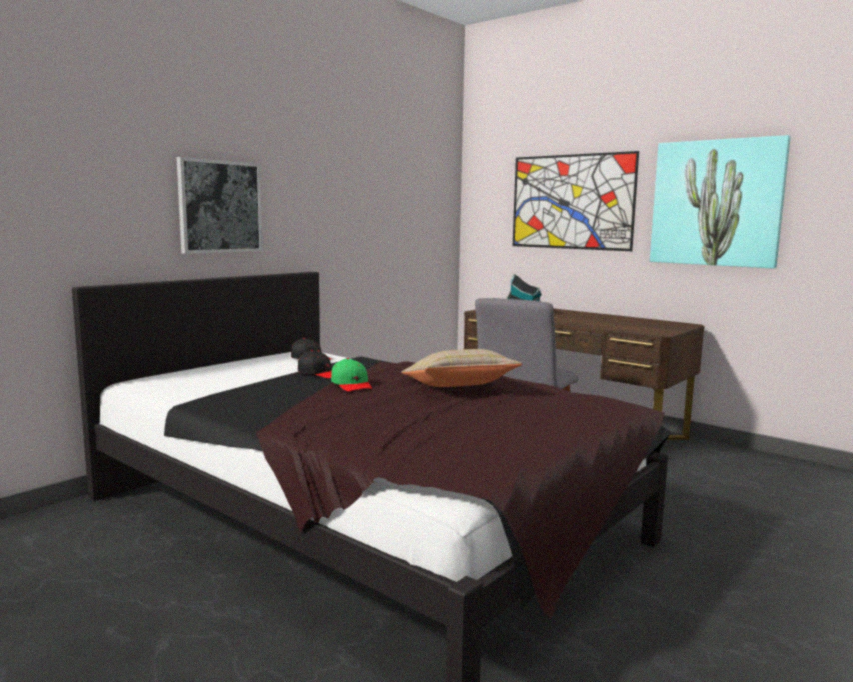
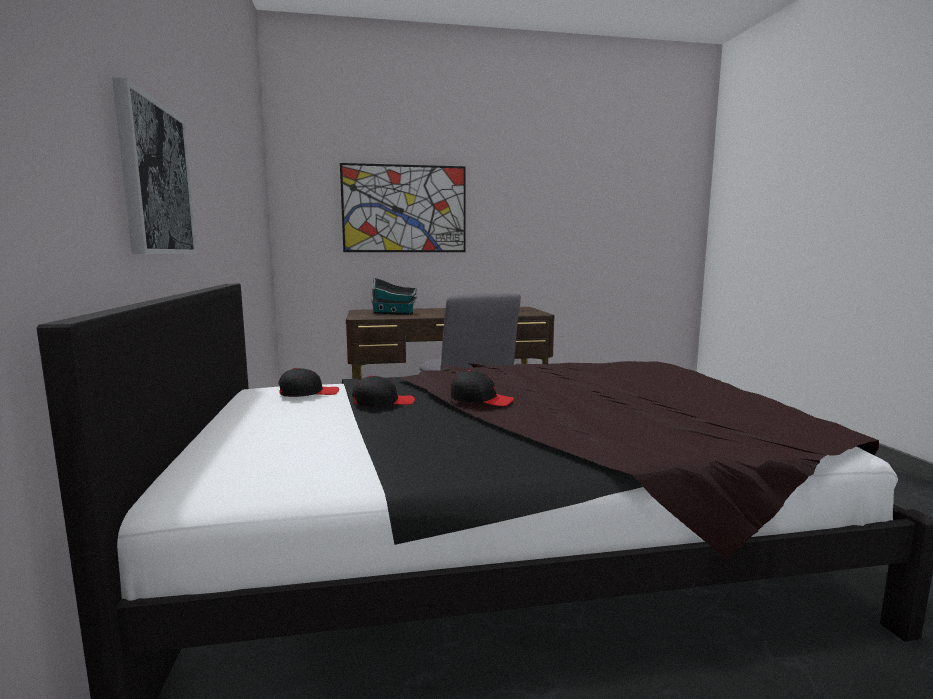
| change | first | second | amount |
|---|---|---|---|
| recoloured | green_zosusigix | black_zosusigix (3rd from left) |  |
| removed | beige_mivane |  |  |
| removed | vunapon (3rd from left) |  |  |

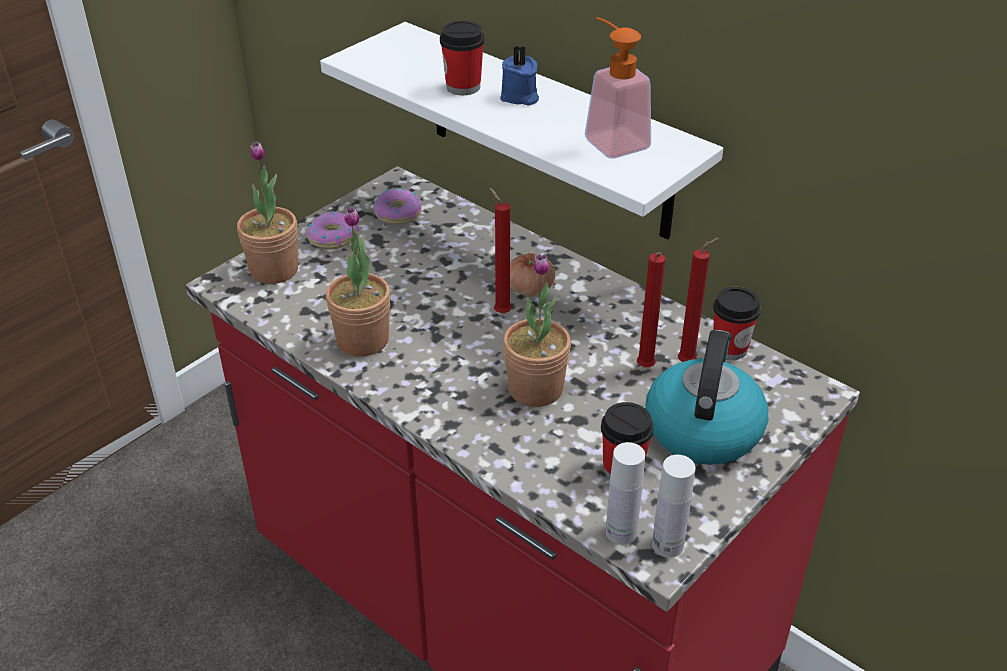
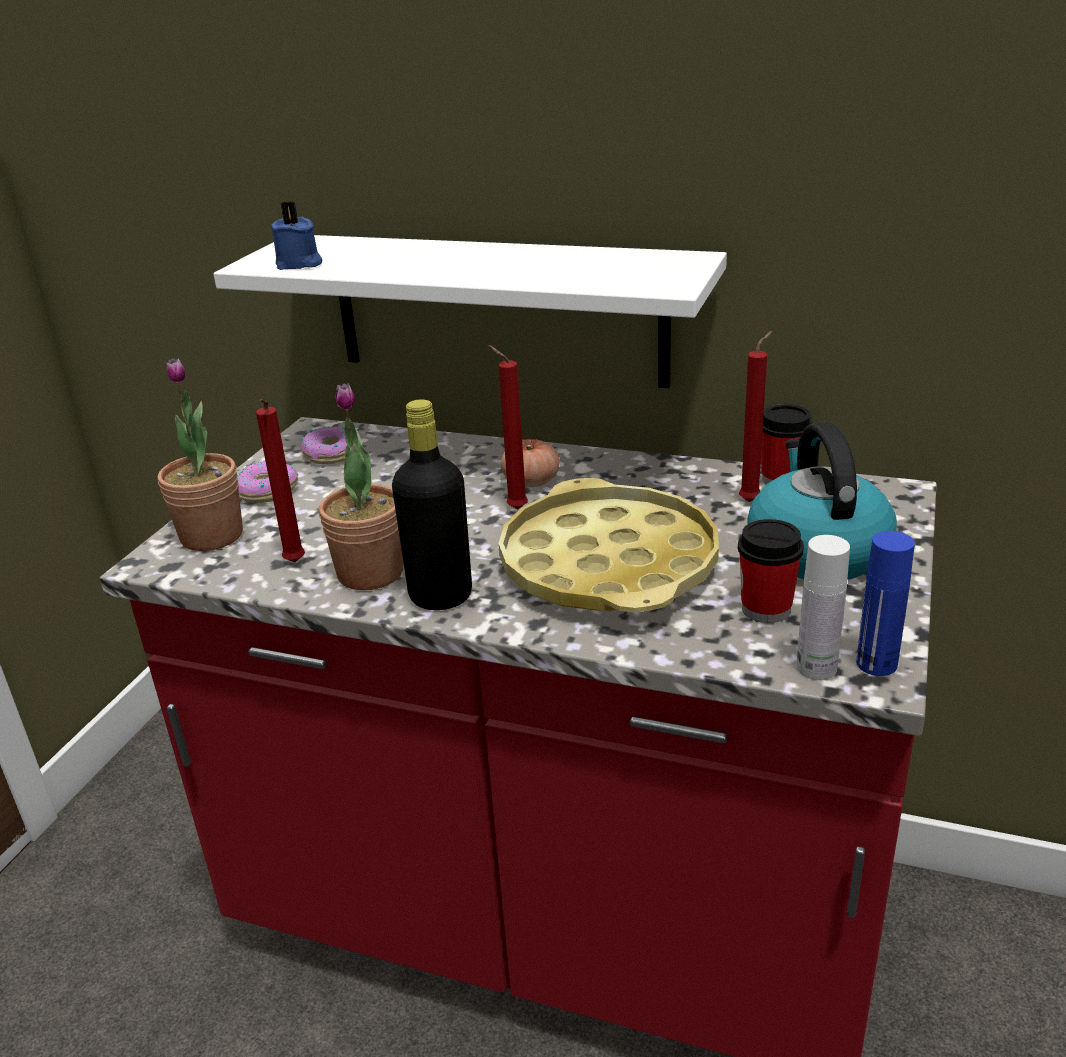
| change | first | second | amount |
|---|---|---|---|
| moved | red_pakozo (2nd from left in the first image) | red_pakozo (1st from left) |  |
| moved | blue_pakozo |  |  |
| added |  | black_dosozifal |  |
| replaced | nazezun (3rd from left) | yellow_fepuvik |  |
| recoloured | white_dosozifal (2nd from left) | blue_dosozifal |  |
| removed | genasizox (1st from left) |  |  |
| removed | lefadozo |  |  |

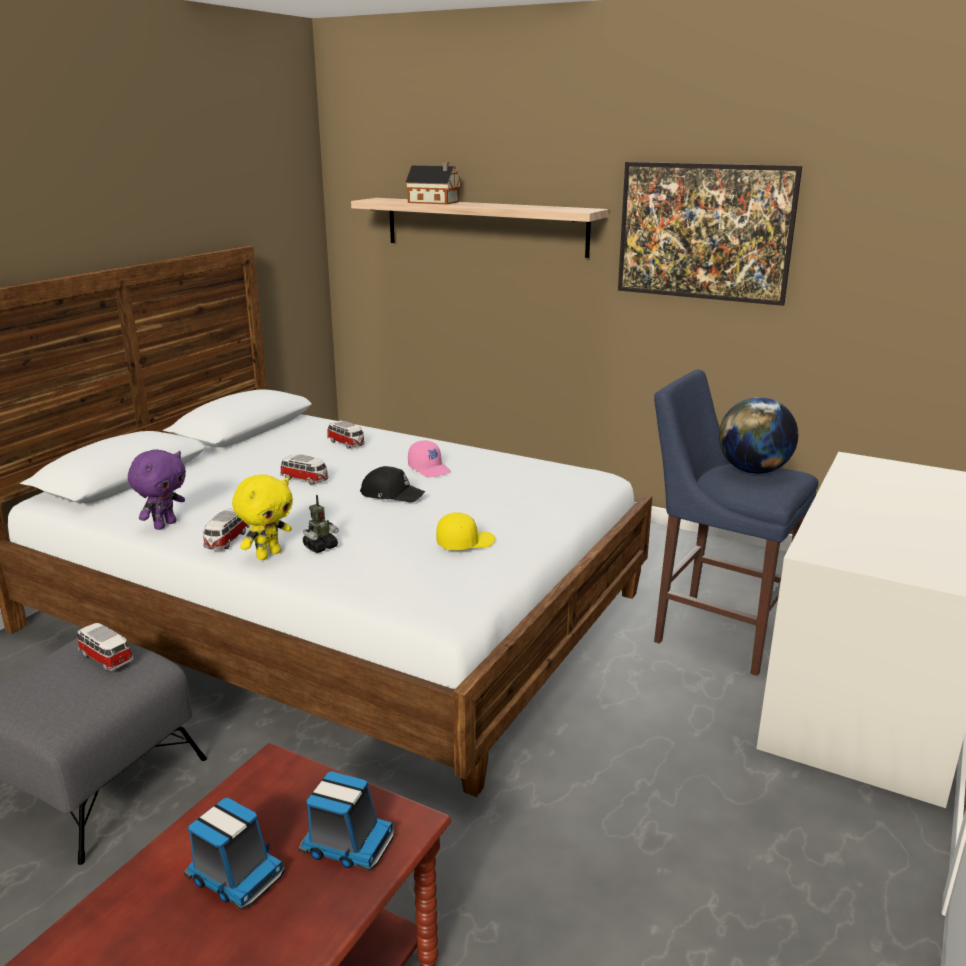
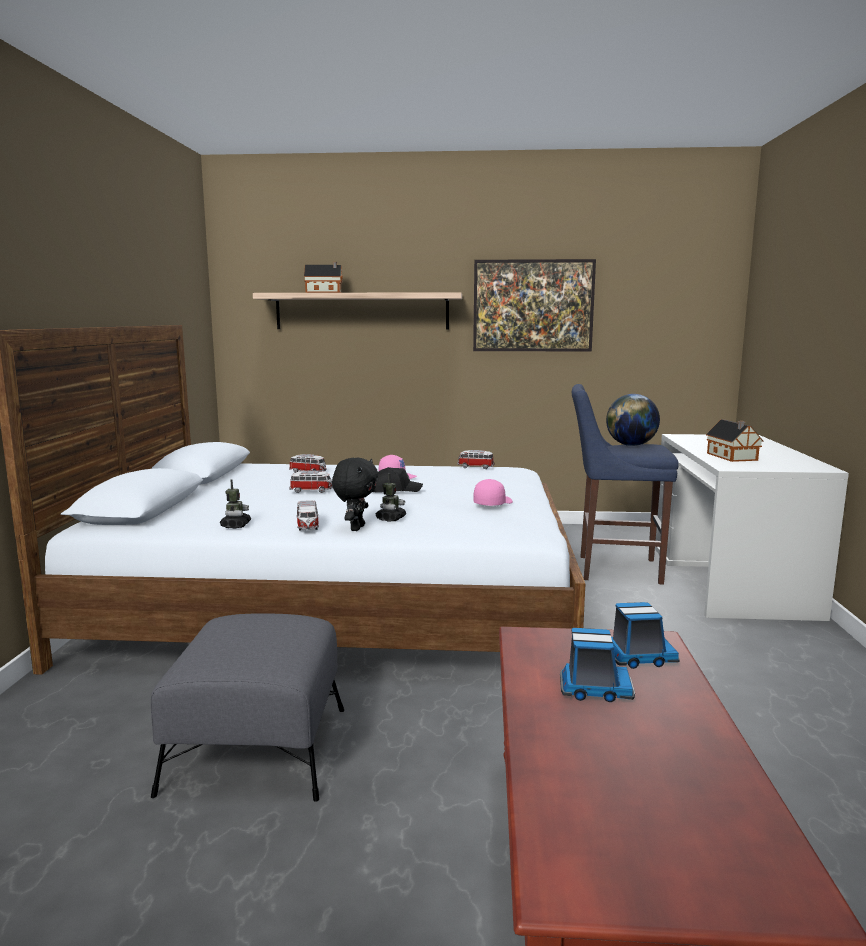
| change | first | second | amount |
|---|---|---|---|
| replaced | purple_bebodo | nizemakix (1st from left) |  |
| recoloured | yellow_bebodo | black_bebodo |  |
| moved | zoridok (1st from left in the first image) | zoridok (4th from left) |  |
| recoloured | yellow_zosusigix | pink_zosusigix (2nd from left) |  |
| added |  | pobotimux (2nd from left) |  |

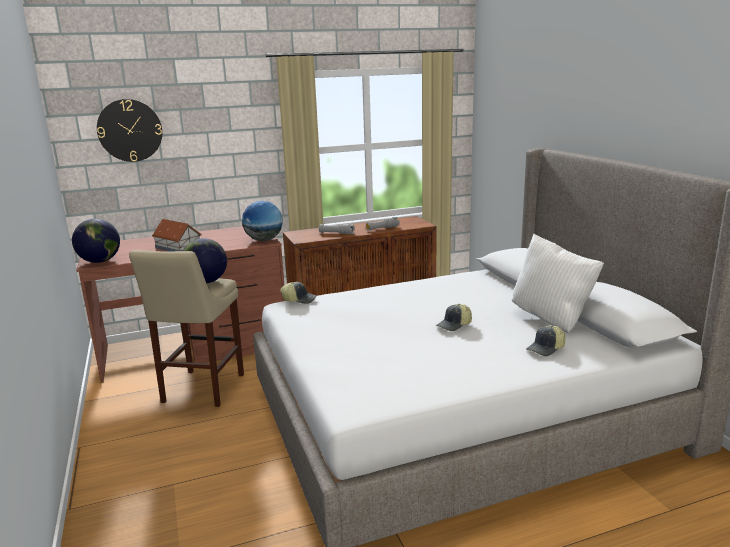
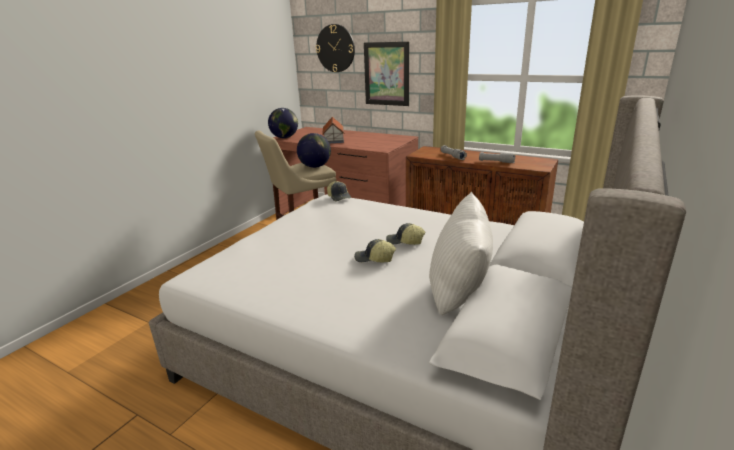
| change | first | second | amount |
|---|---|---|---|
| added |  | vunapon |  |
| moved | zosusigix (3rd from left) |  |  |
| removed | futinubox (3rd from left) |  |  |

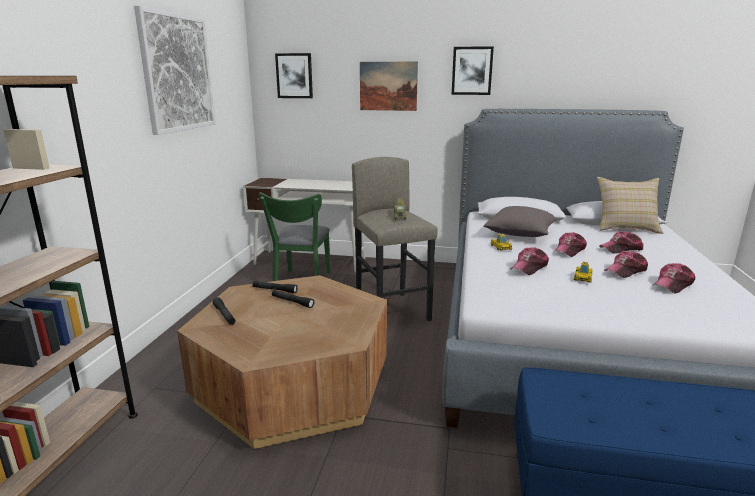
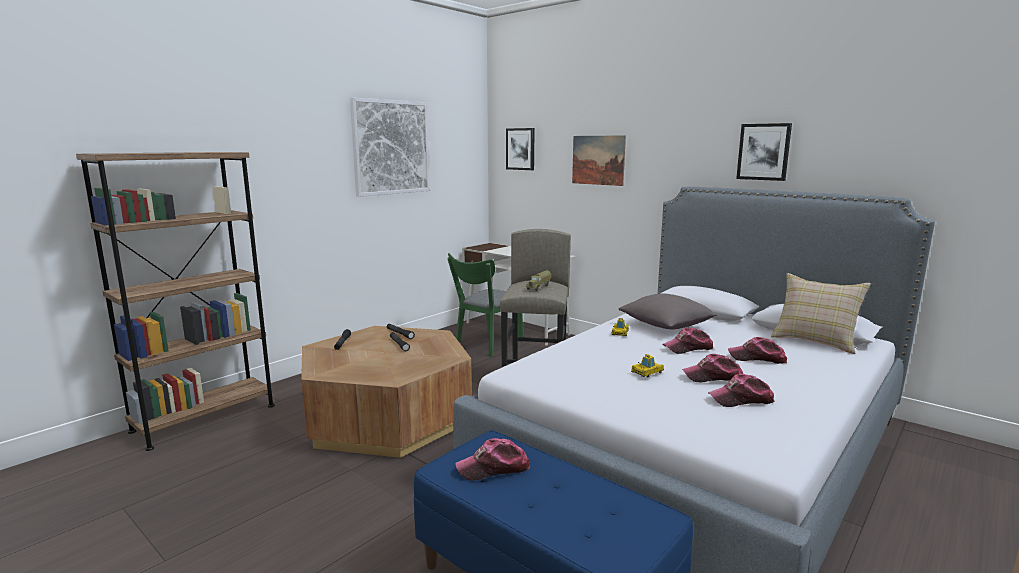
| change | first | second | amount |
|---|---|---|---|
| moved | zosusigix (1st from left) |  |  |
| moved | vunapon (4th from left) |  |  |

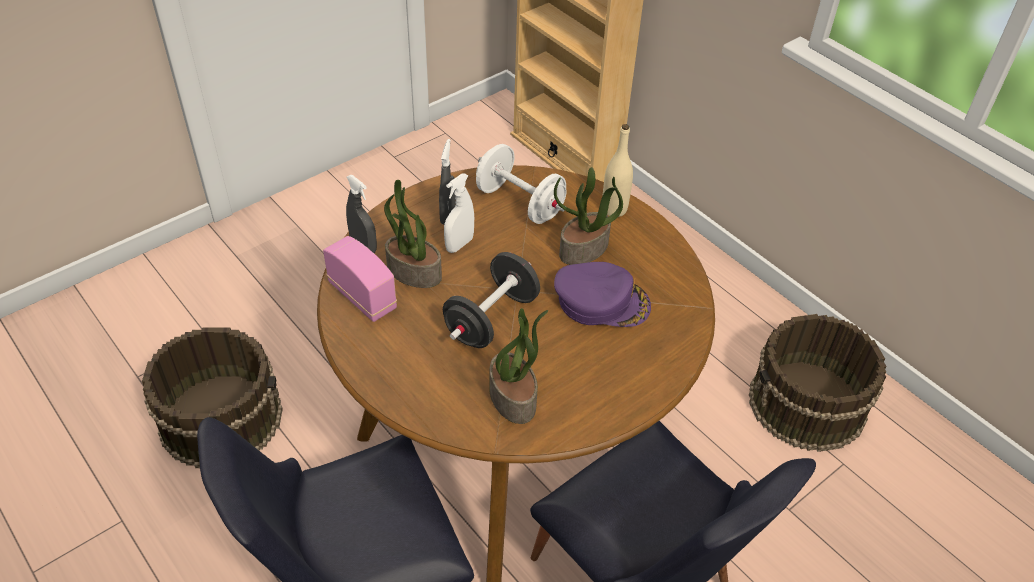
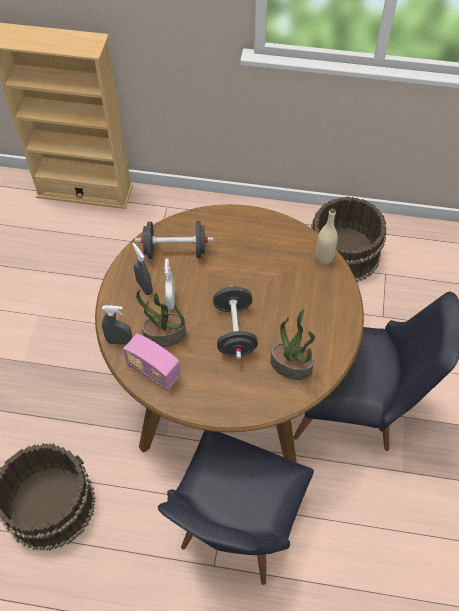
| change | first | second | amount |
|---|---|---|---|
| turned | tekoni |  | 150 degrees counterclockwise |
| recoloured | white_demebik | black_demebik (1st from left) |  |
| moved | beige_dosozifal |  |  |
| removed | nazezun (3rd from left) |  |  |
| removed | purple_zosusigix |  |  |

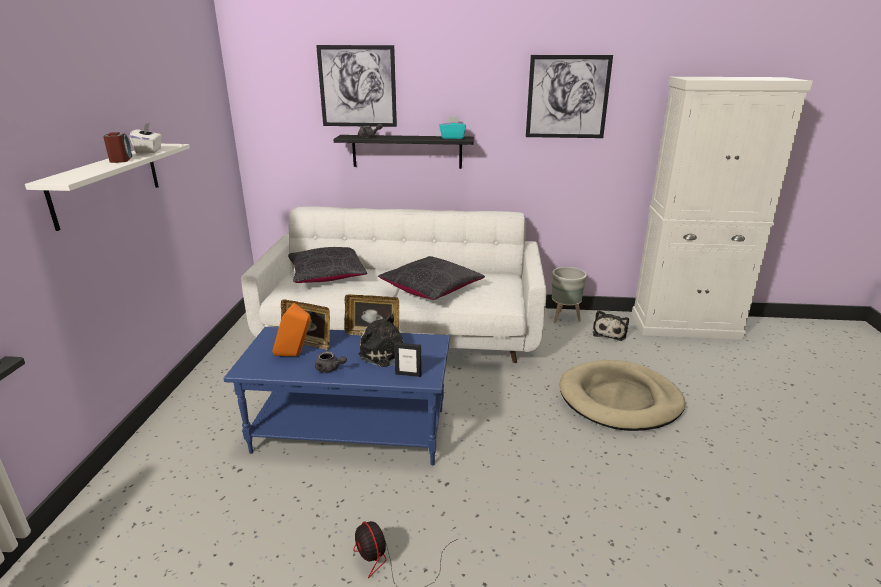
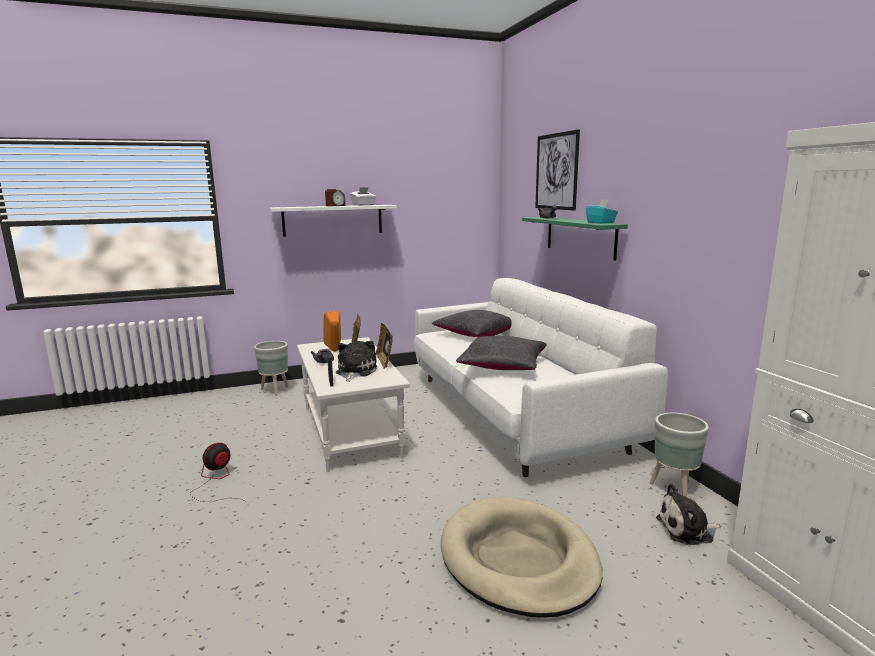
| change | first | second | amount |
|---|---|---|---|
| added |  | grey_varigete (1st from left) |  |
| recoloured | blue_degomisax | white_degomisax |  |
| recoloured | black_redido | green_redido |  |
| removed | vunapon (2nd from left) |  |  |

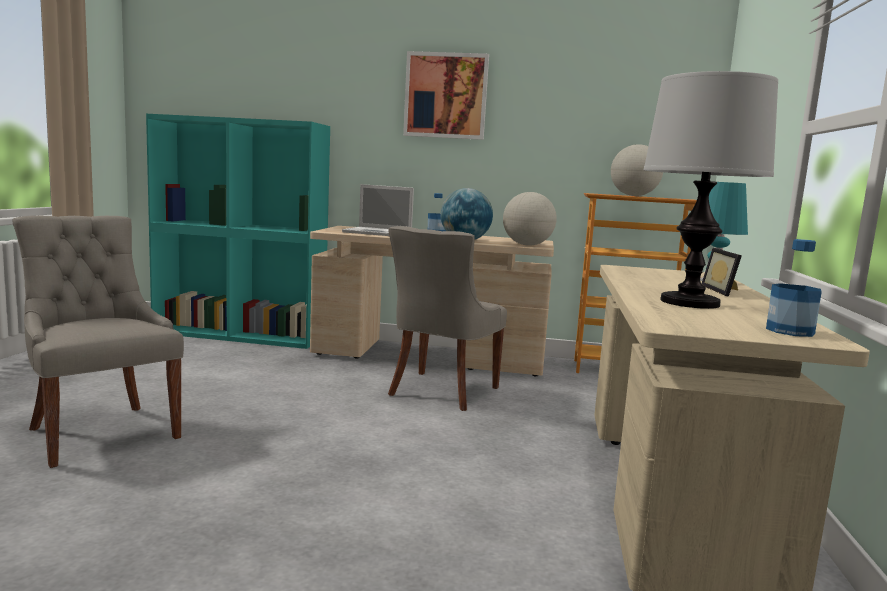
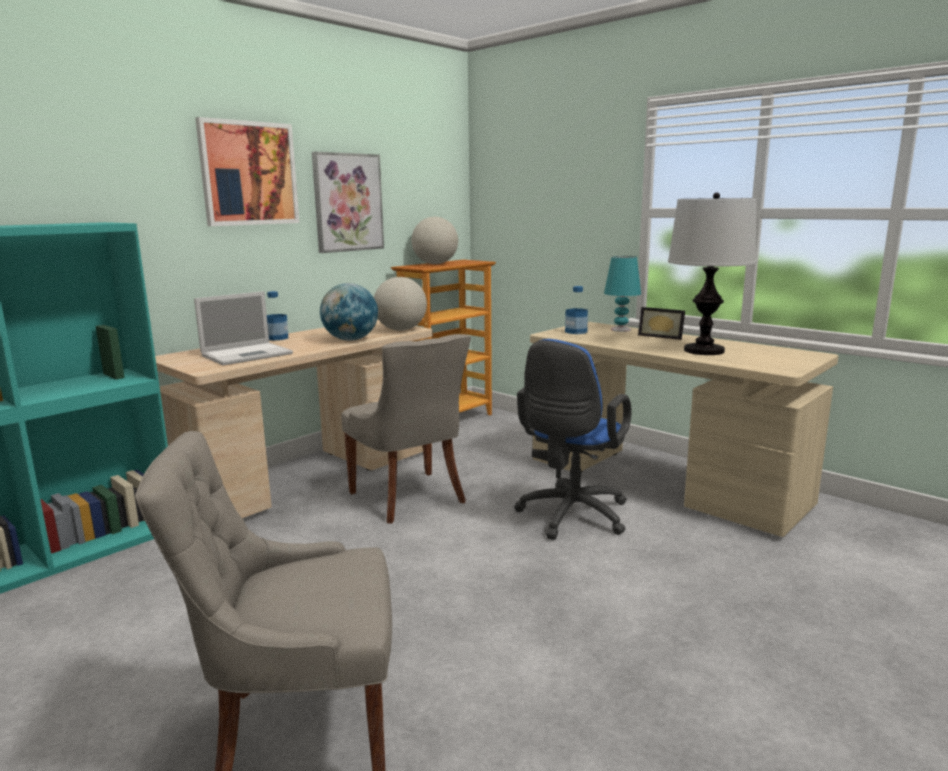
| change | first | second | amount |
|---|---|---|---|
| added |  | vunapon (2nd from left) |  |
| added |  | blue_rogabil |  |
| moved | dosozifal (2nd from left) |  |  |

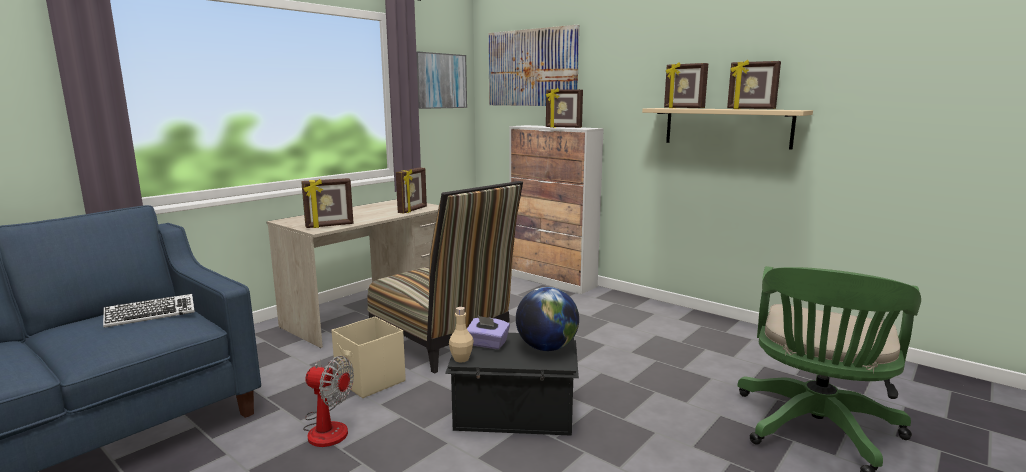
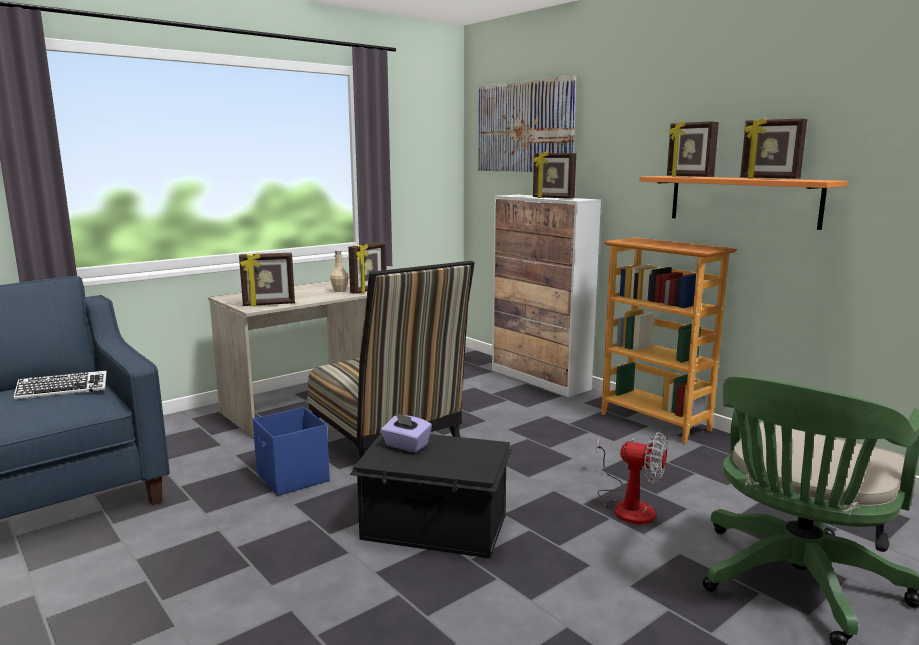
| change | first | second | amount |
|---|---|---|---|
| recoloured | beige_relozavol | blue_relozavol |  |
| moved | beige_dosozifal |  |  |
| moved | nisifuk |  |  |
| added |  | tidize |  |
| recoloured | beige_redido | orange_redido |  |
| removed | vunapon (1st from left) |  |  |
| removed | futinubox |  |  |

